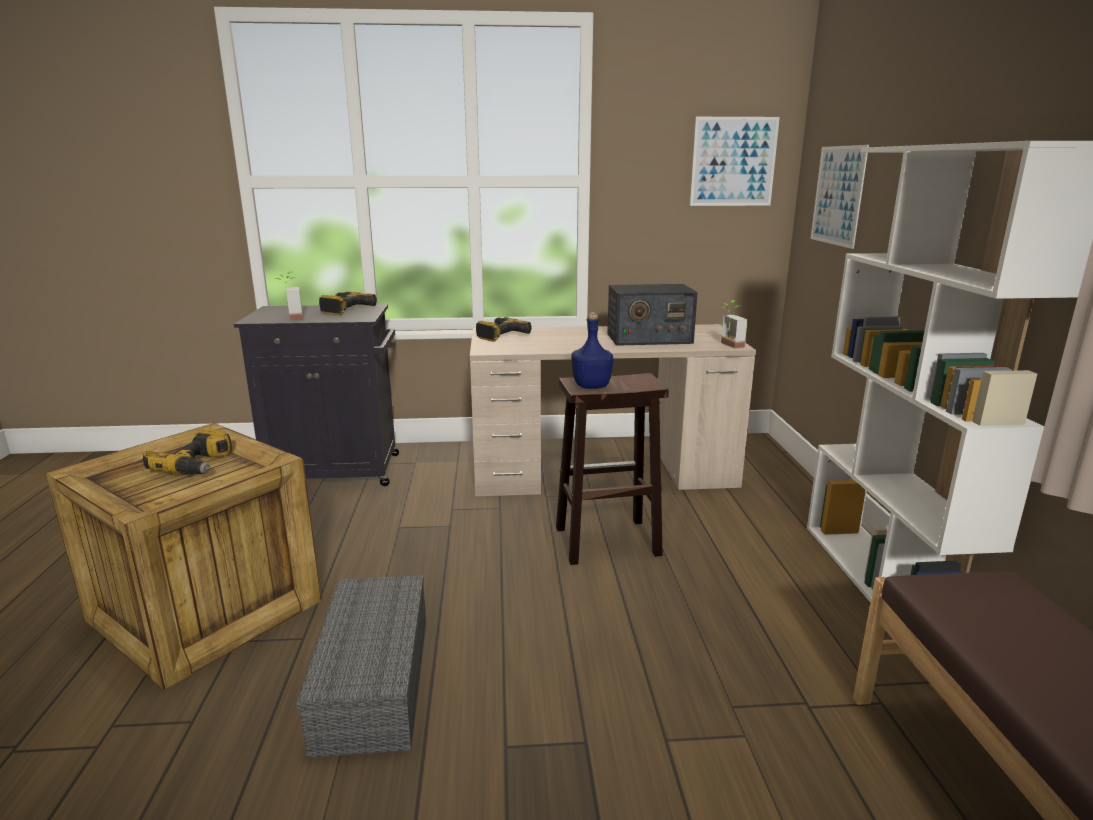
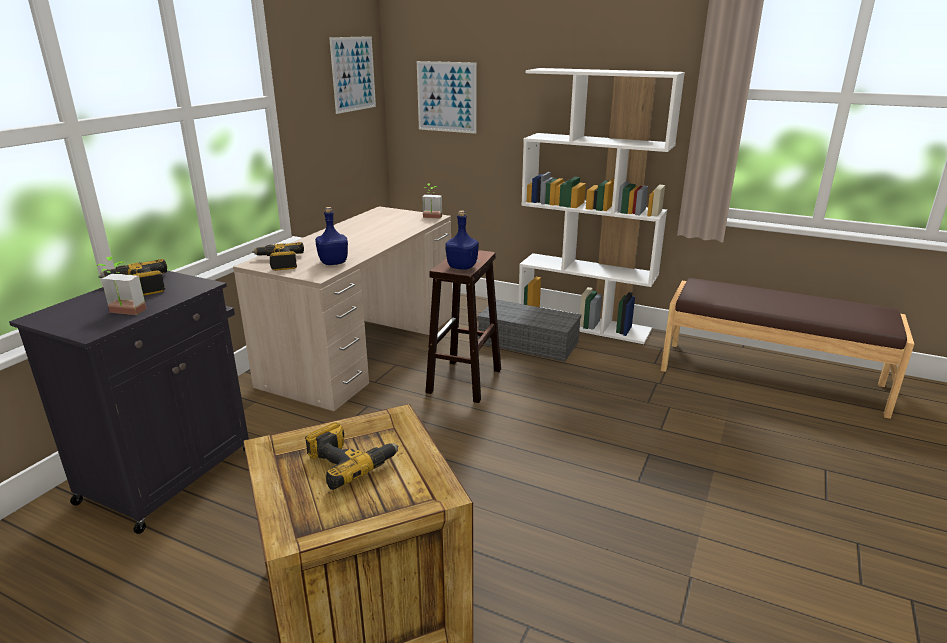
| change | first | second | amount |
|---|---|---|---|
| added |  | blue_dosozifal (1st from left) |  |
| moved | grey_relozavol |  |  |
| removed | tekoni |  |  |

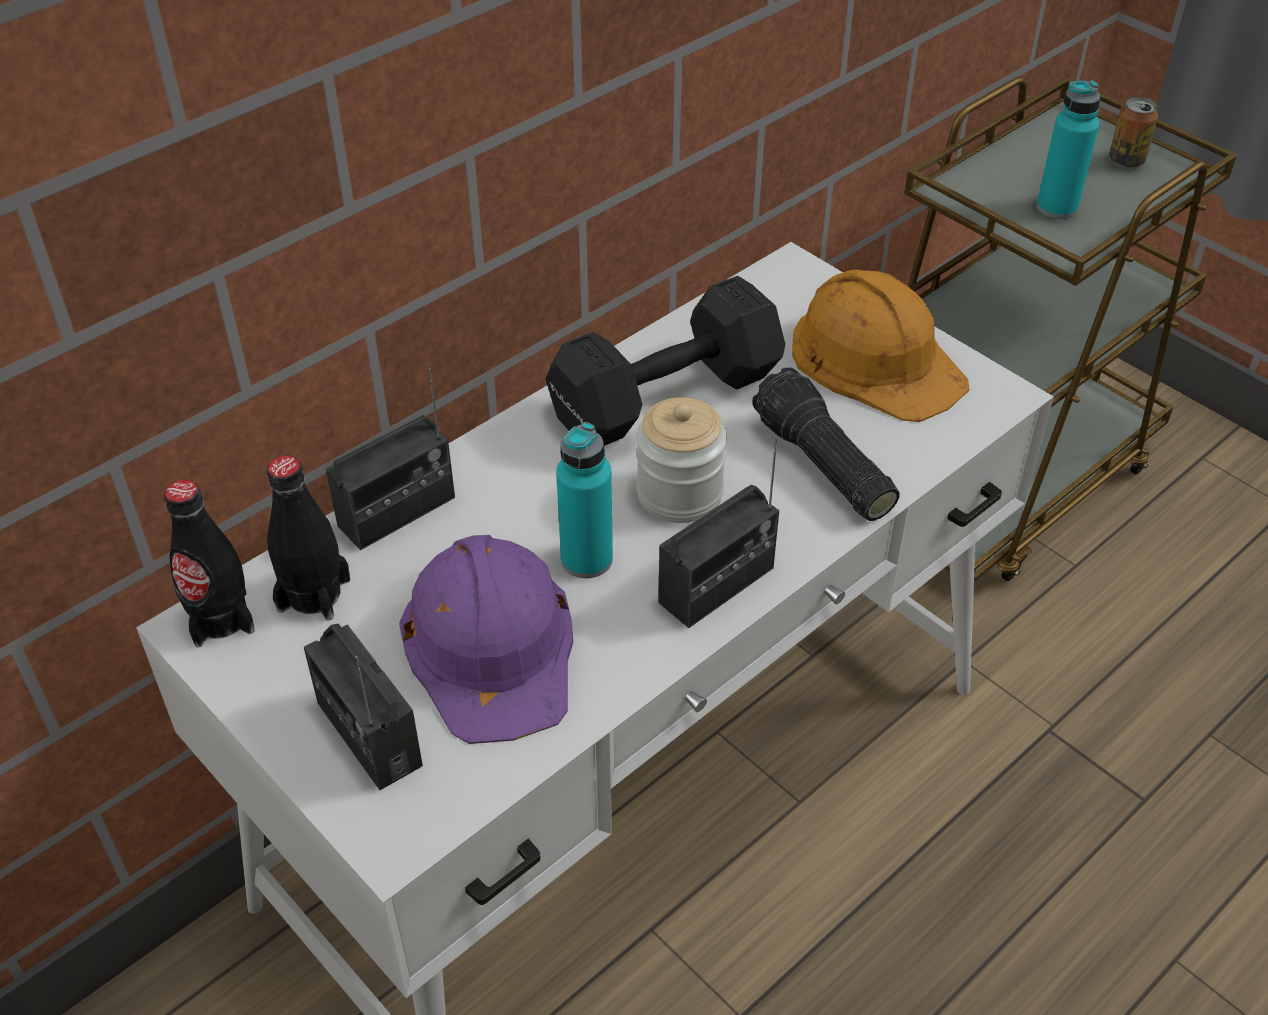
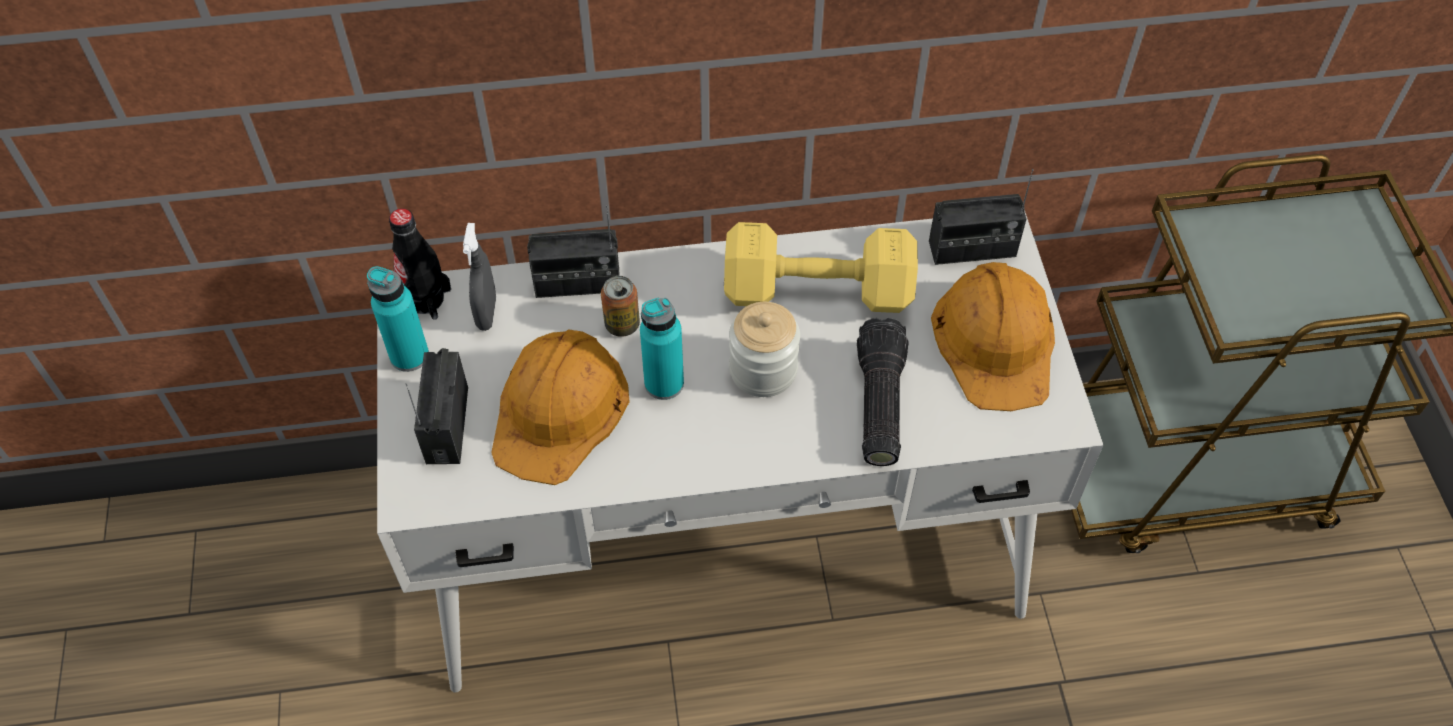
| change | first | second | amount |
|---|---|---|---|
| moved | turquoise_dosozifal (2nd from left in the first image) | turquoise_dosozifal (1st from left) |  |
| replaced | black_dosozifal (2nd from left) | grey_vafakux |  |
| recoloured | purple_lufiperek | orange_lufiperek (1st from left) |  |
| moved | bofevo |  |  |
| recoloured | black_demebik | yellow_demebik |  |
| moved | tekoni (3rd from left) |  |  |

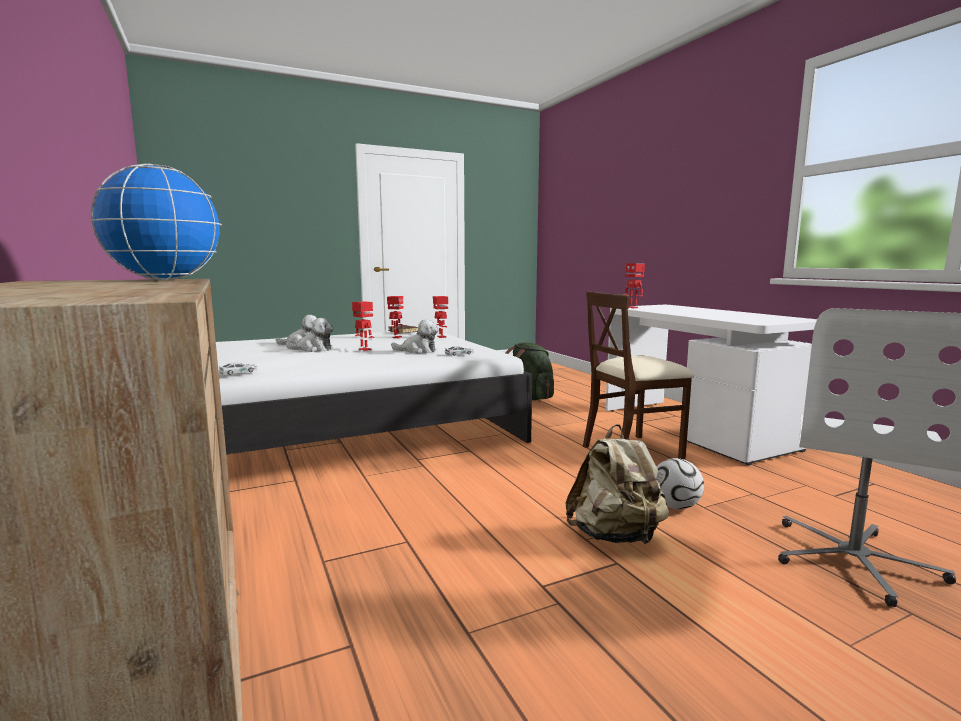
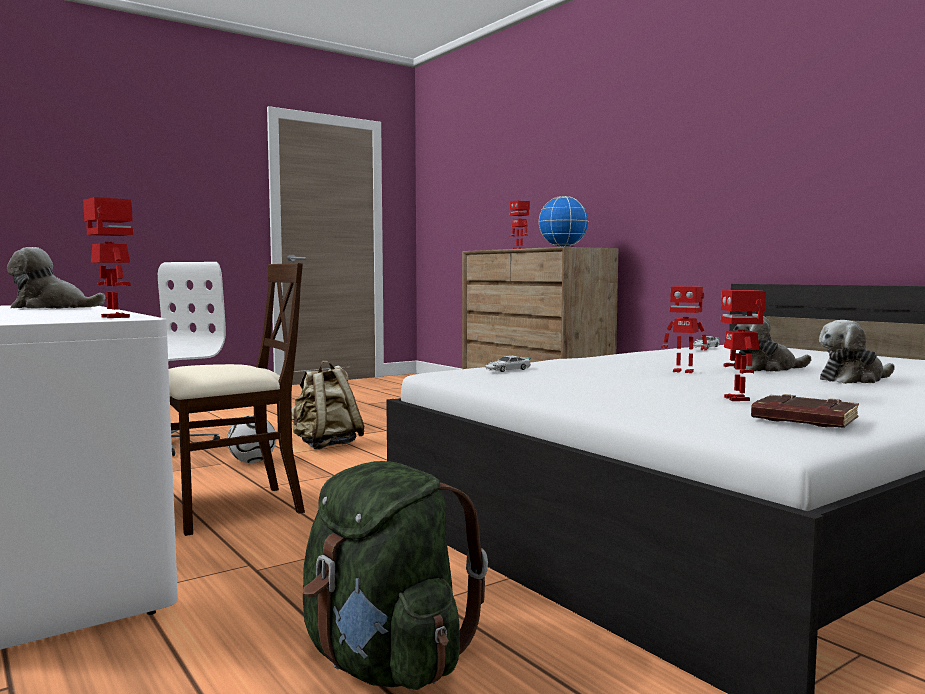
| change | first | second | amount |
|---|---|---|---|
| moved | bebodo (3rd from left in the first image) | bebodo (1st from left) |  |
| moved | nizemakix (3rd from left in the first image) | nizemakix (2nd from left) |  |

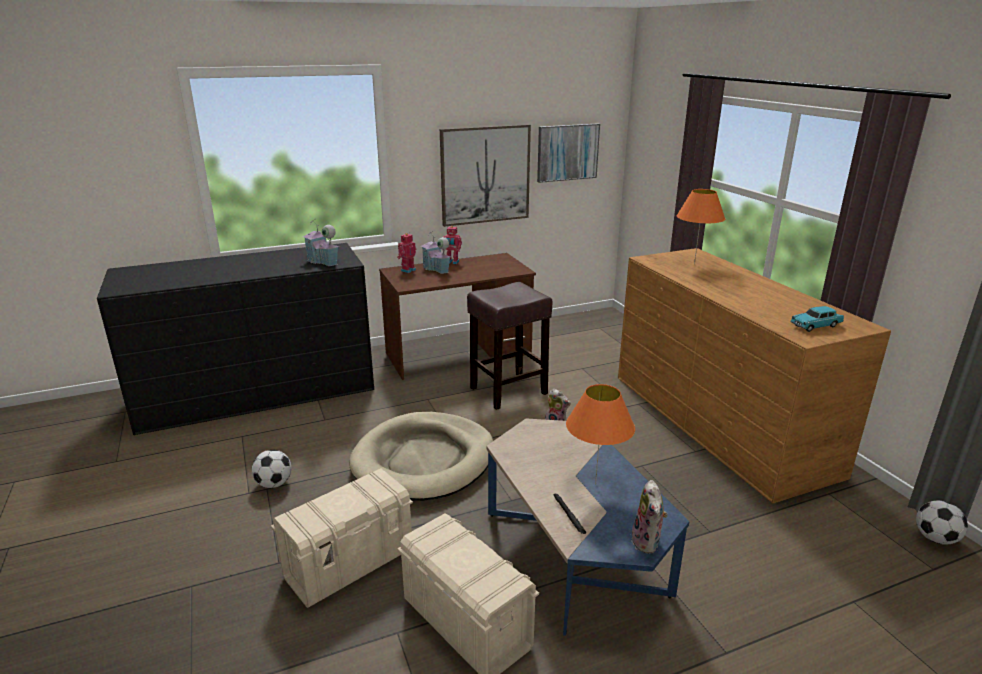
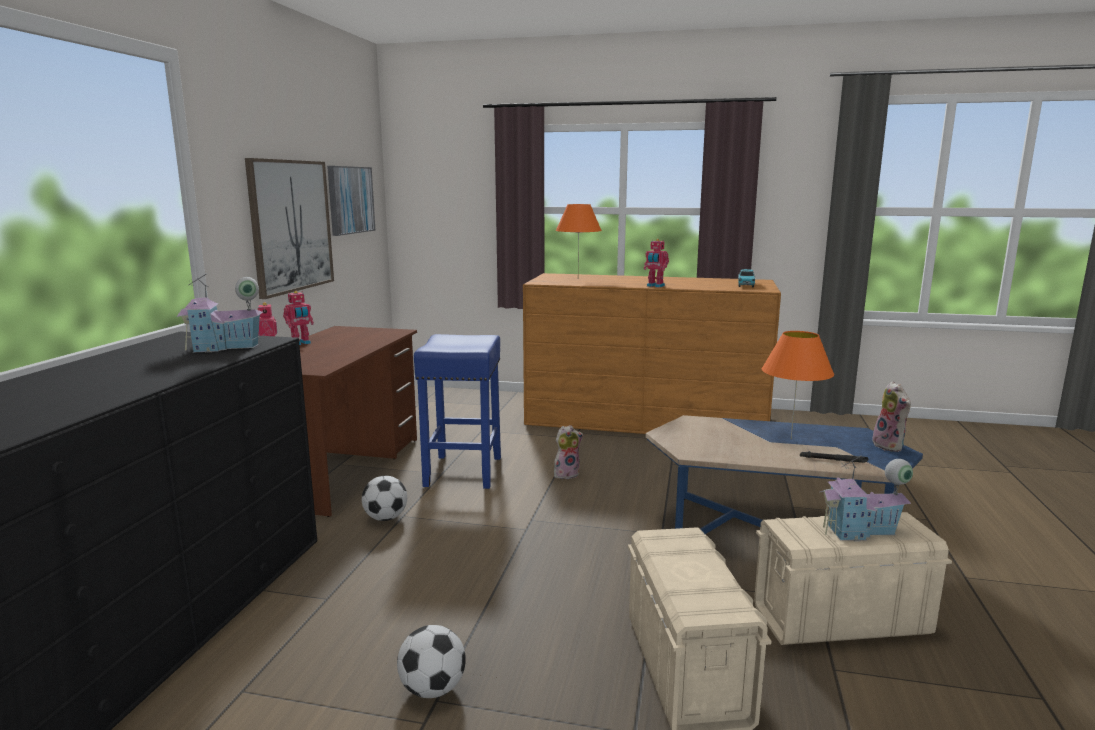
| change | first | second | amount |
|---|---|---|---|
| moved | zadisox (2nd from left in the first image) | zadisox (1st from left) |  |
| recoloured | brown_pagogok | blue_pagogok |  |
| added |  | nizemakix (3rd from left) |  |
| moved | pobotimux (2nd from left) |  |  |
| turned | bebodo (2nd from left) |  | 45 degrees clockwise |
| removed | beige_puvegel |  |  |

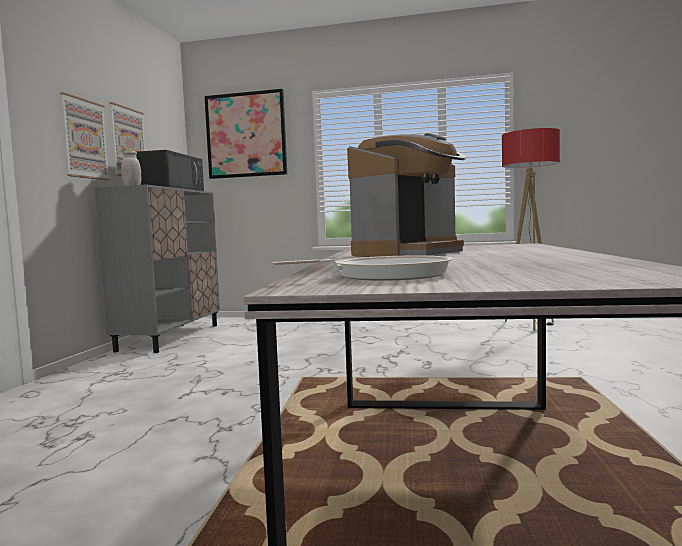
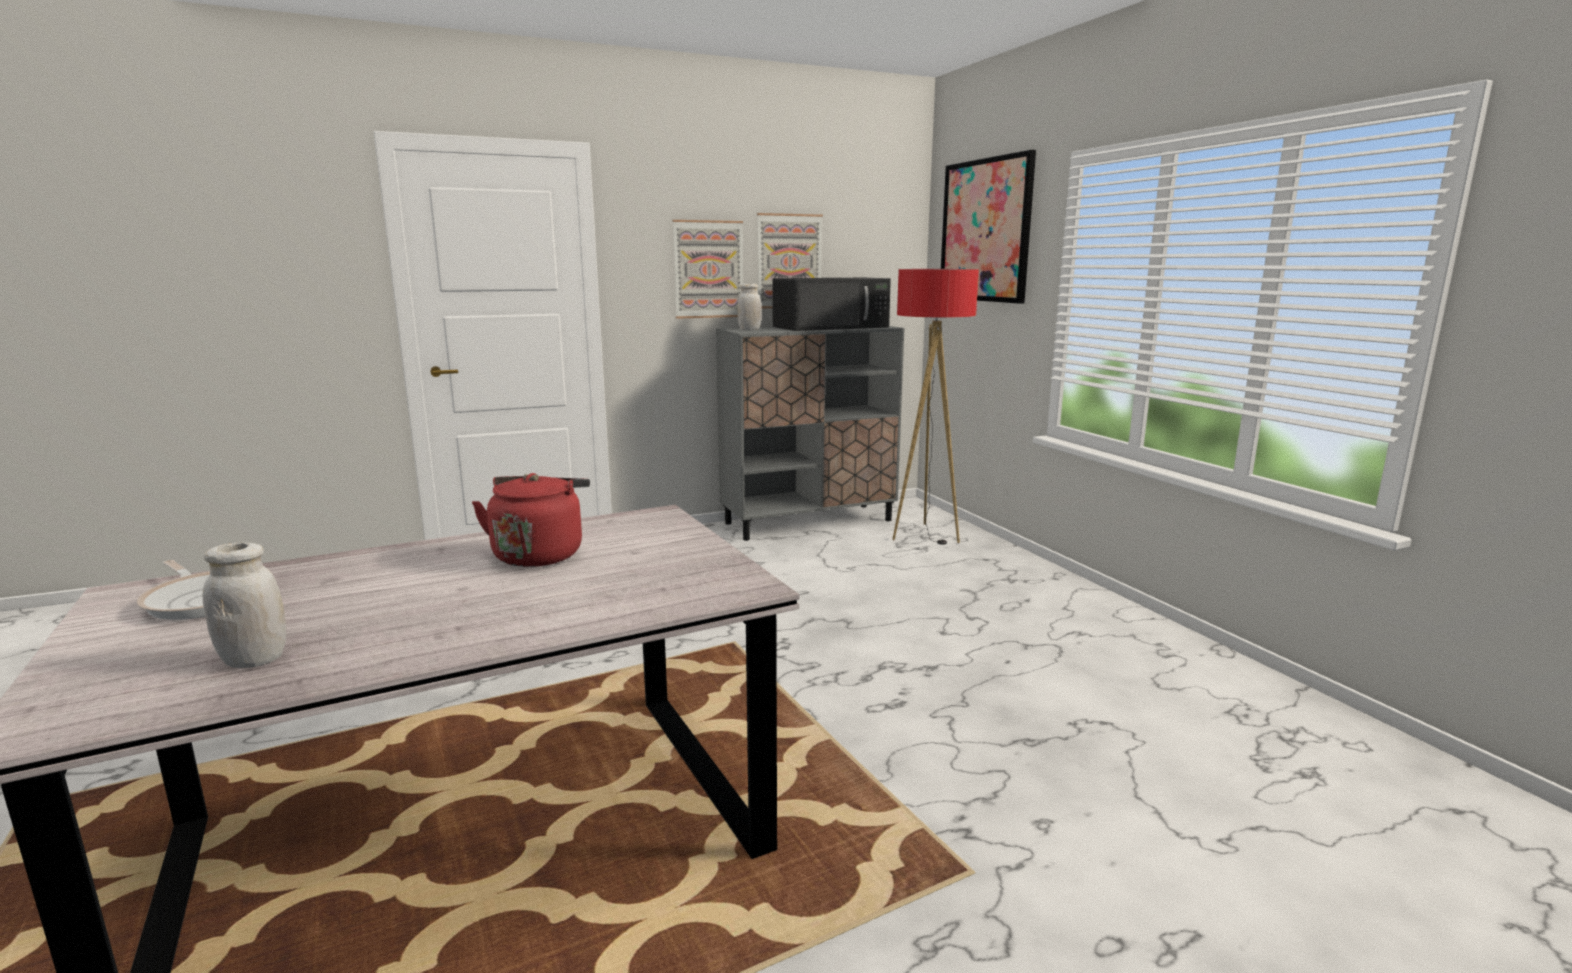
| change | first | second | amount |
|---|---|---|---|
| added |  | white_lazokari (1st from left) |  |
| replaced | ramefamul | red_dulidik |  |
| moved | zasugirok |  |  |

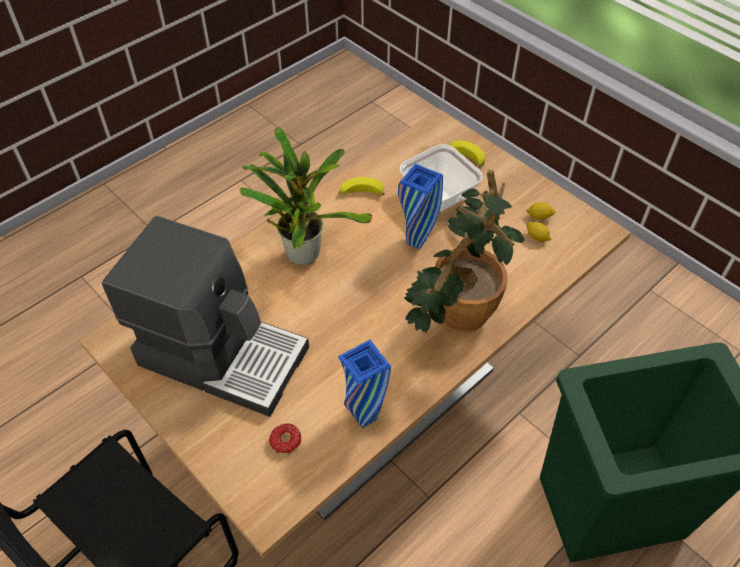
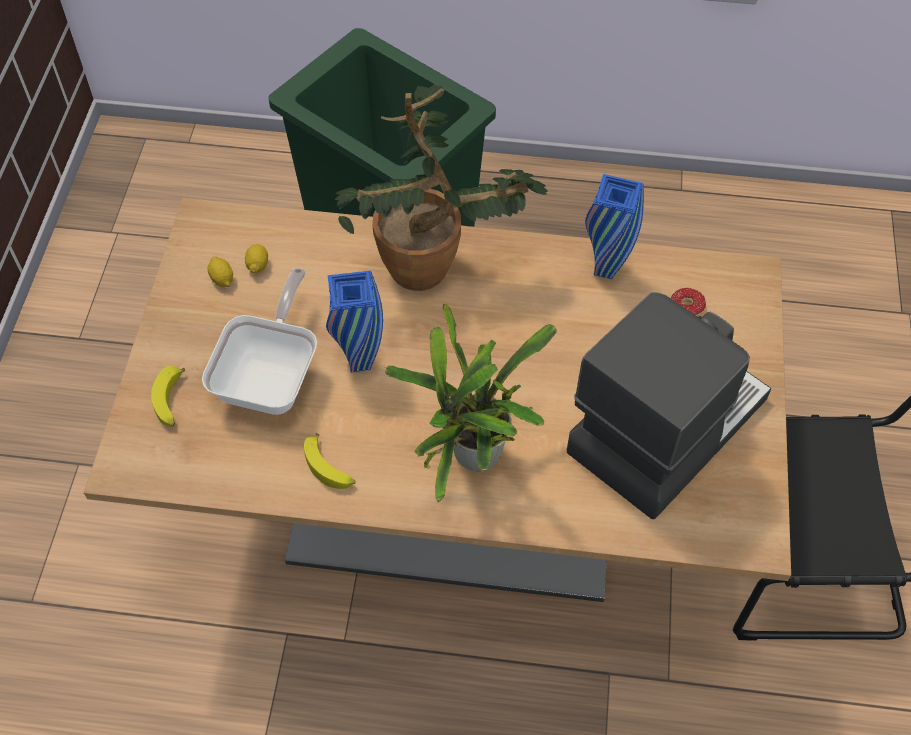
| change | first | second | amount |
|---|---|---|---|
| turned | ramefamul |  | 60 degrees clockwise |

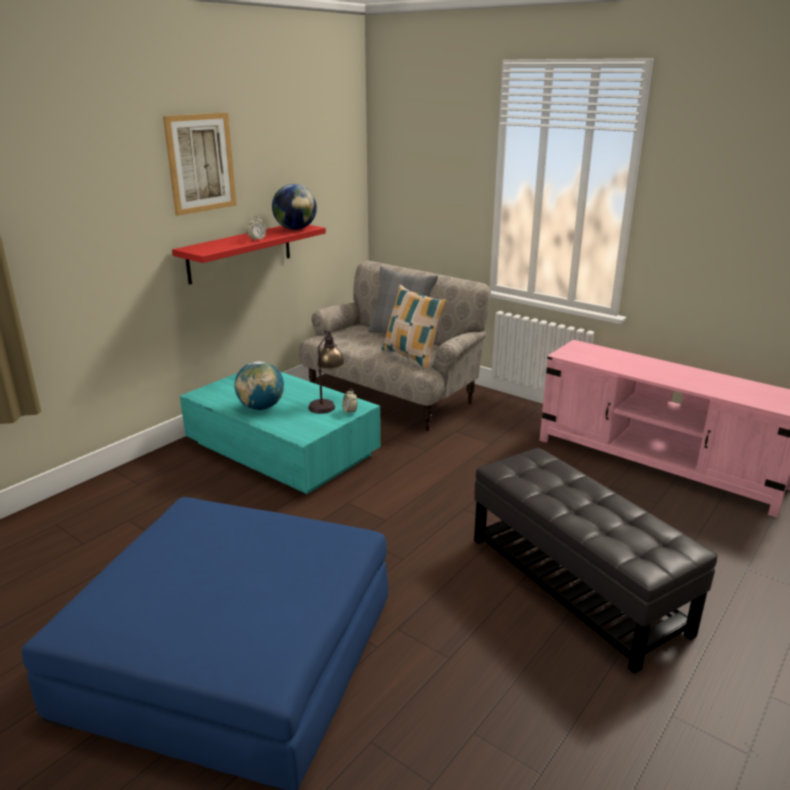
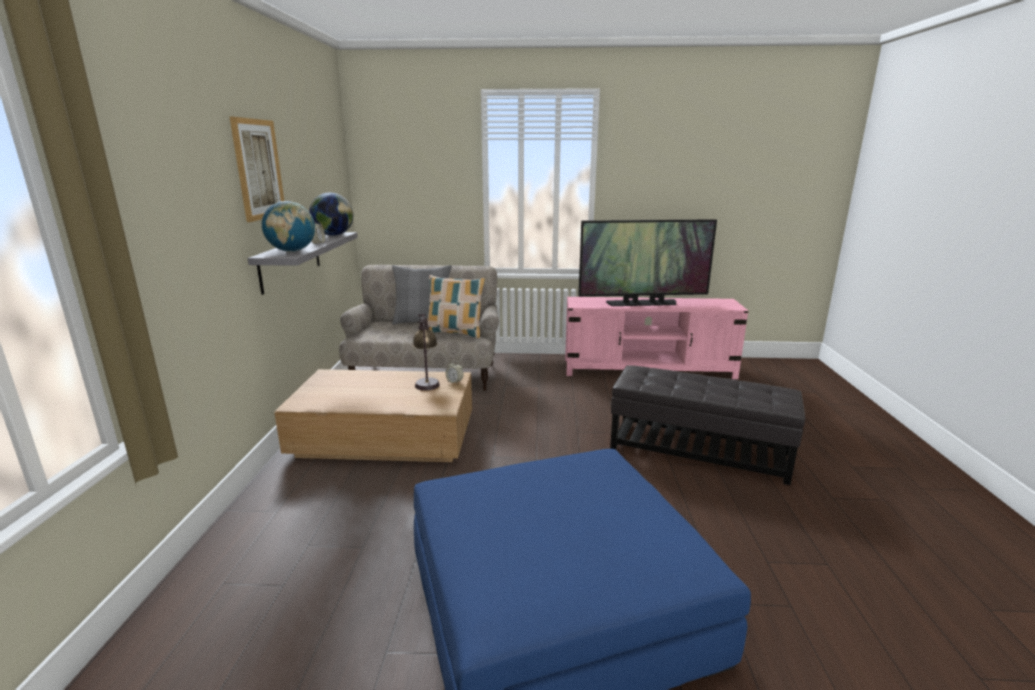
| change | first | second | amount |
|---|---|---|---|
| recoloured | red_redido | grey_redido |  |
| moved | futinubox (1st from left) |  |  |
| recoloured | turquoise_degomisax | brown_degomisax |  |
| added |  | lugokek |  |

